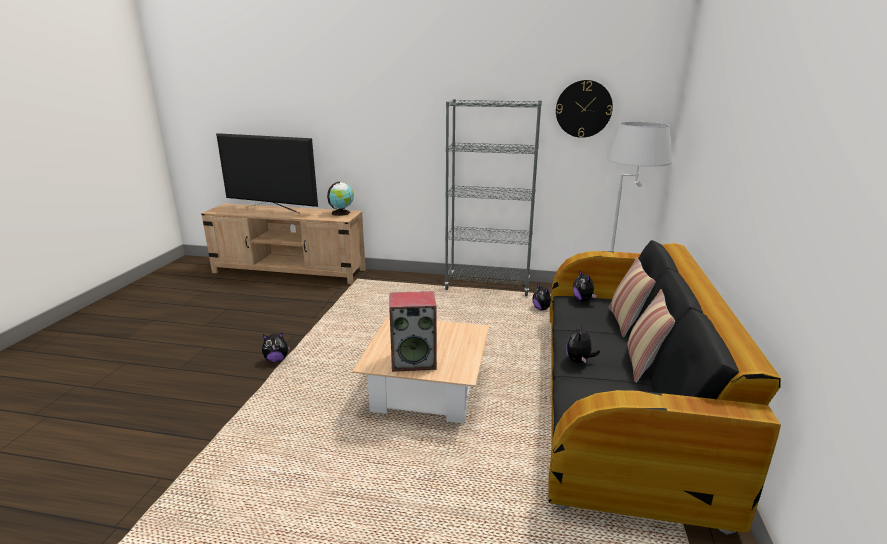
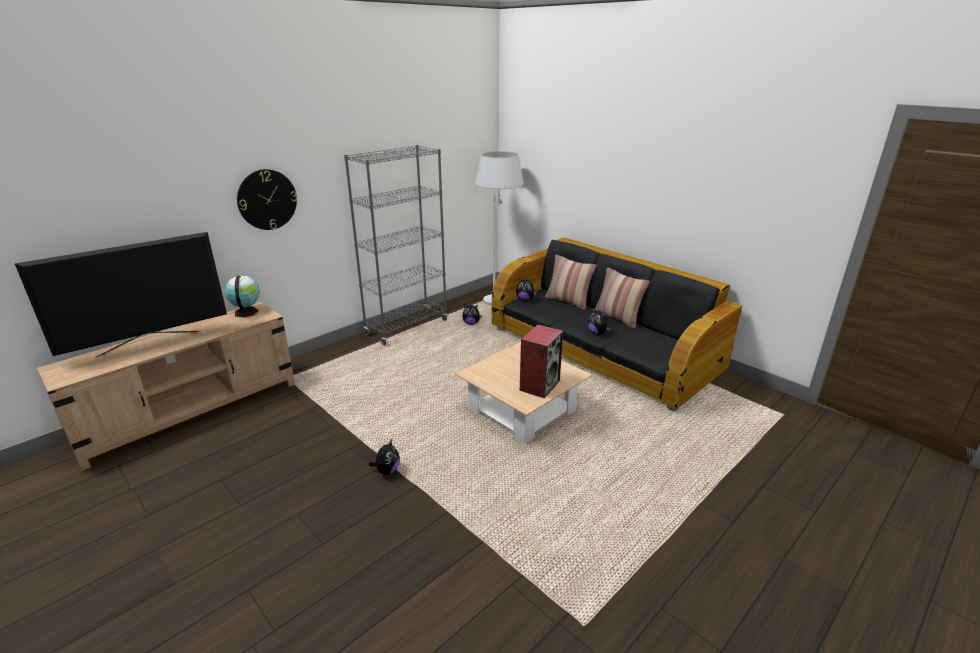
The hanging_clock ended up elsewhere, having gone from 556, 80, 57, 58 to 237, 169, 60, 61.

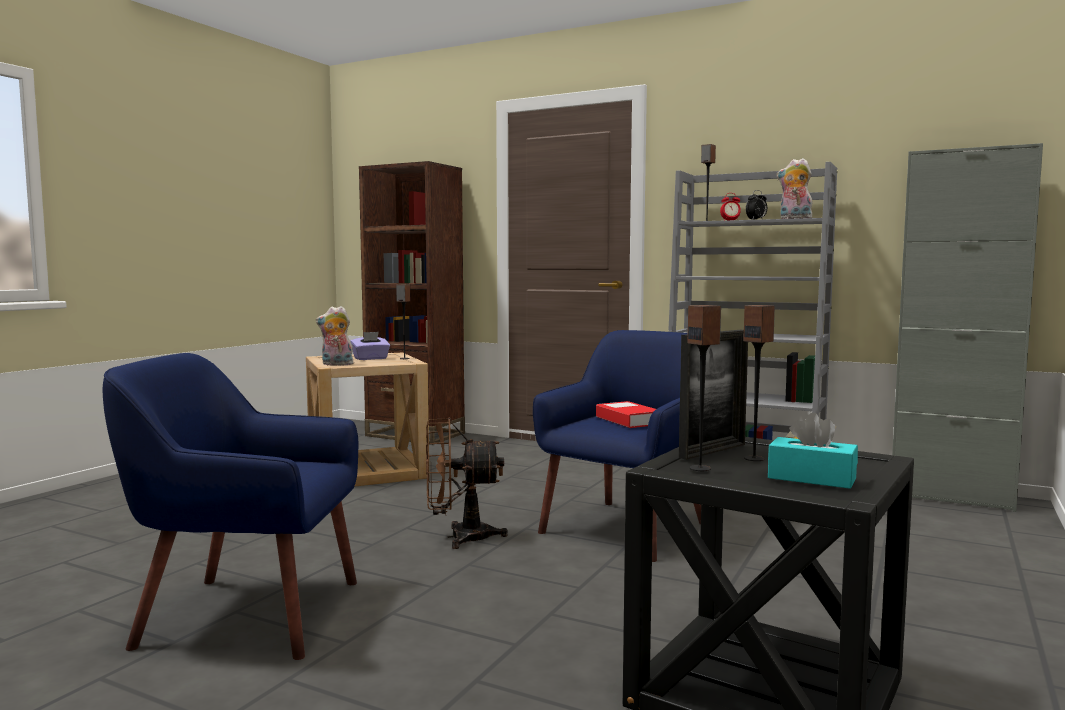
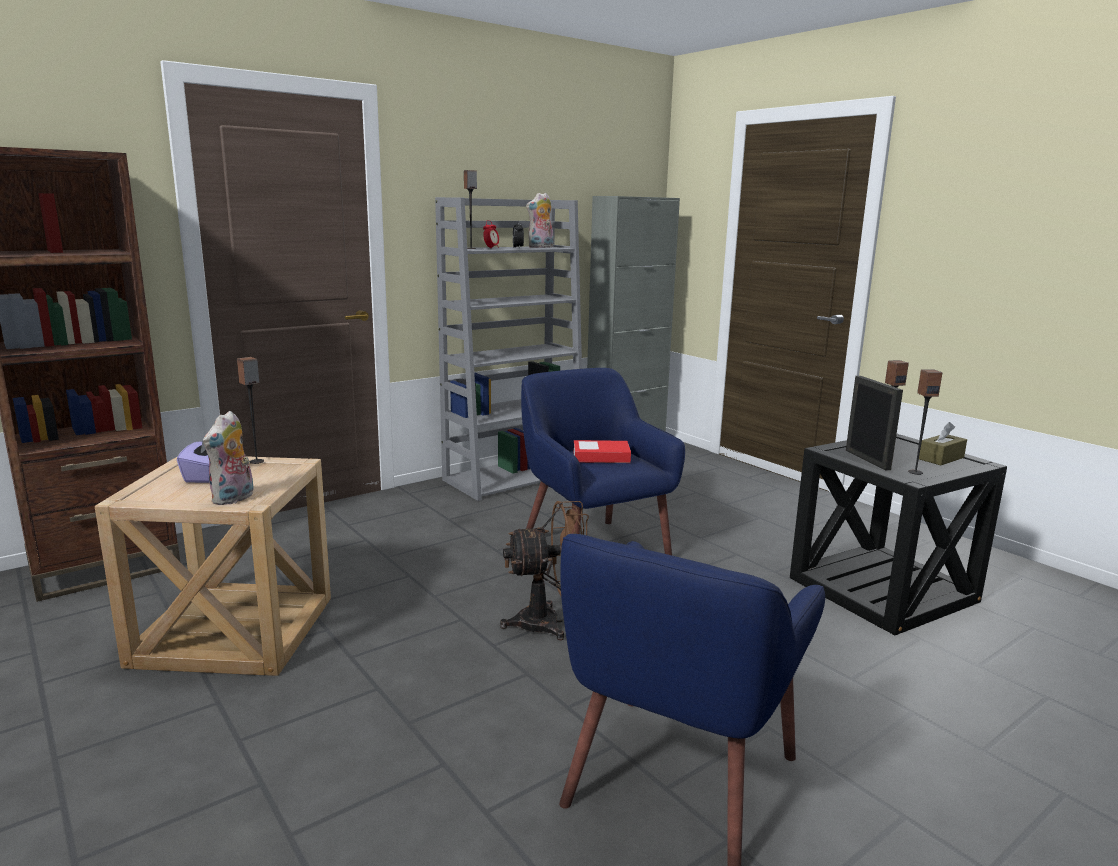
What was the turquoise_tissue_holder at 768, 412, 90, 77 turned into the brown-coloured_tissue_holder at 919, 422, 48, 43.
The brown-coloured_cooling_fan at 426, 417, 82, 132 ended up facing another way, 120 degrees counterclockwise from before.

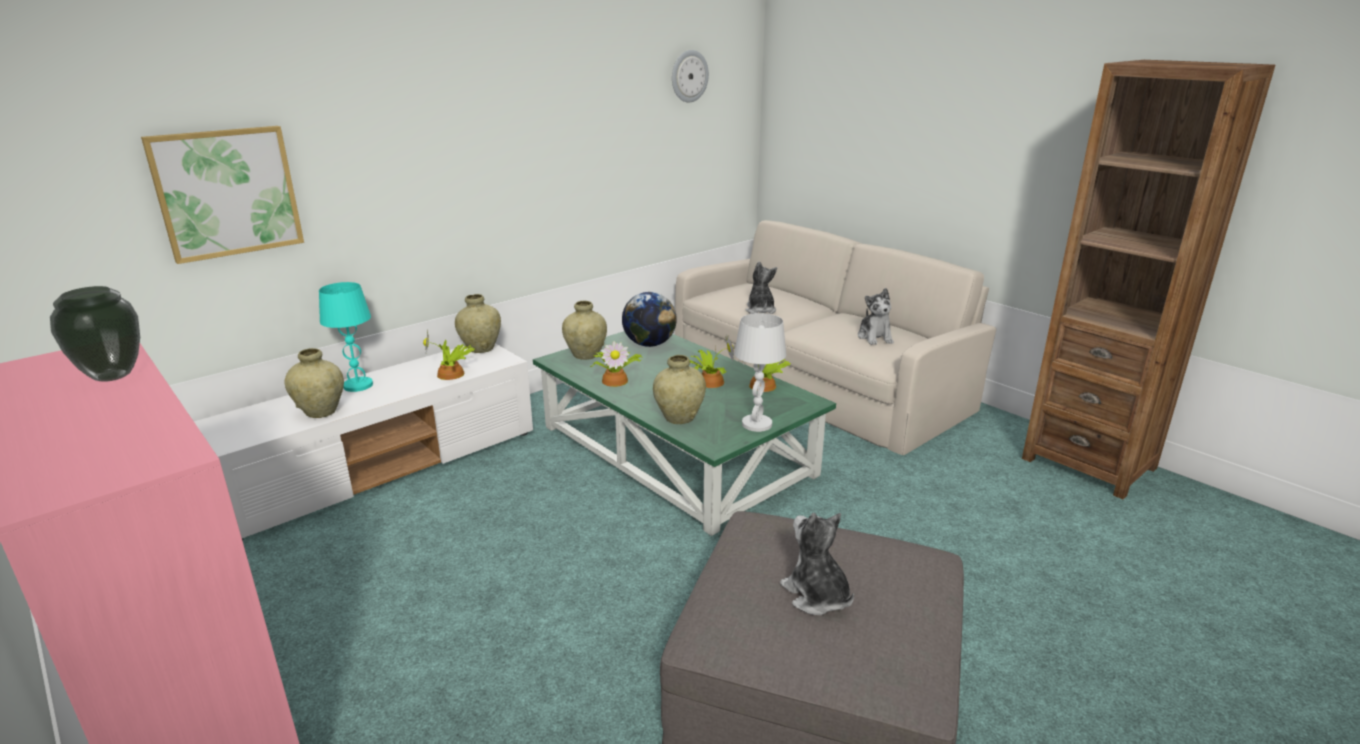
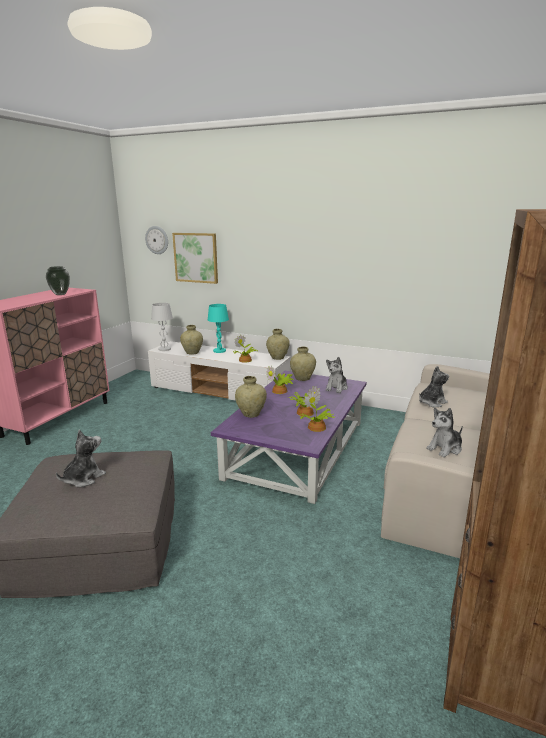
The hanging_clock ended up elsewhere, having gone from 672, 50, 37, 52 to 145, 226, 23, 28.
Where the world_globe stood at 622, 292, 55, 55, the plush_toy came to stand at 325, 357, 23, 36.
The white-coloured_tabletop_lamp ended up elsewhere, having gone from 734, 313, 52, 119 to 151, 303, 22, 48.
What was the green-coloured_lounge_table at 533, 331, 303, 205 turned into the purple_lounge_table at 211, 371, 156, 133.

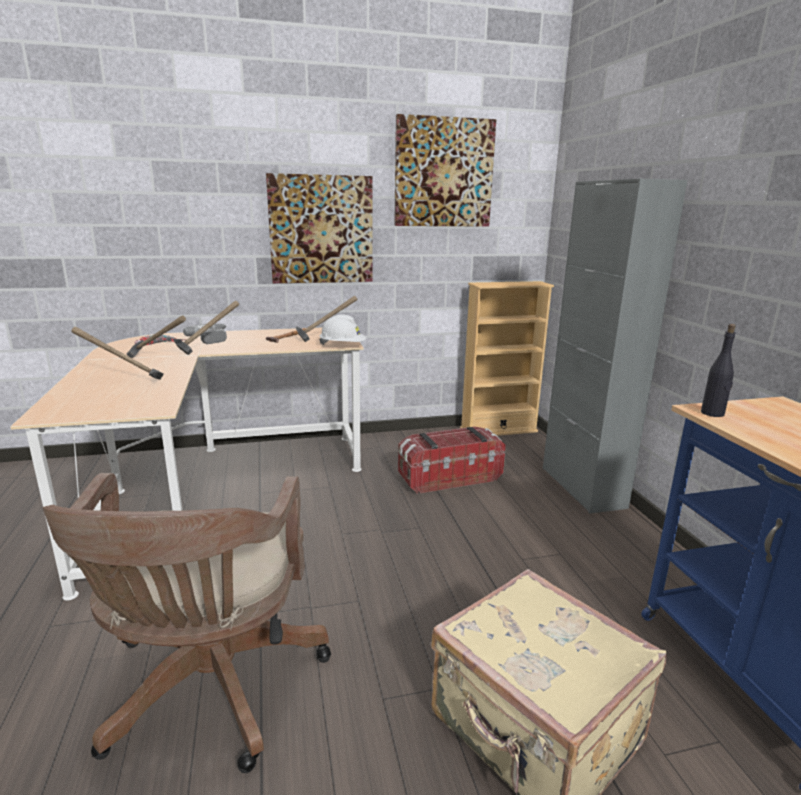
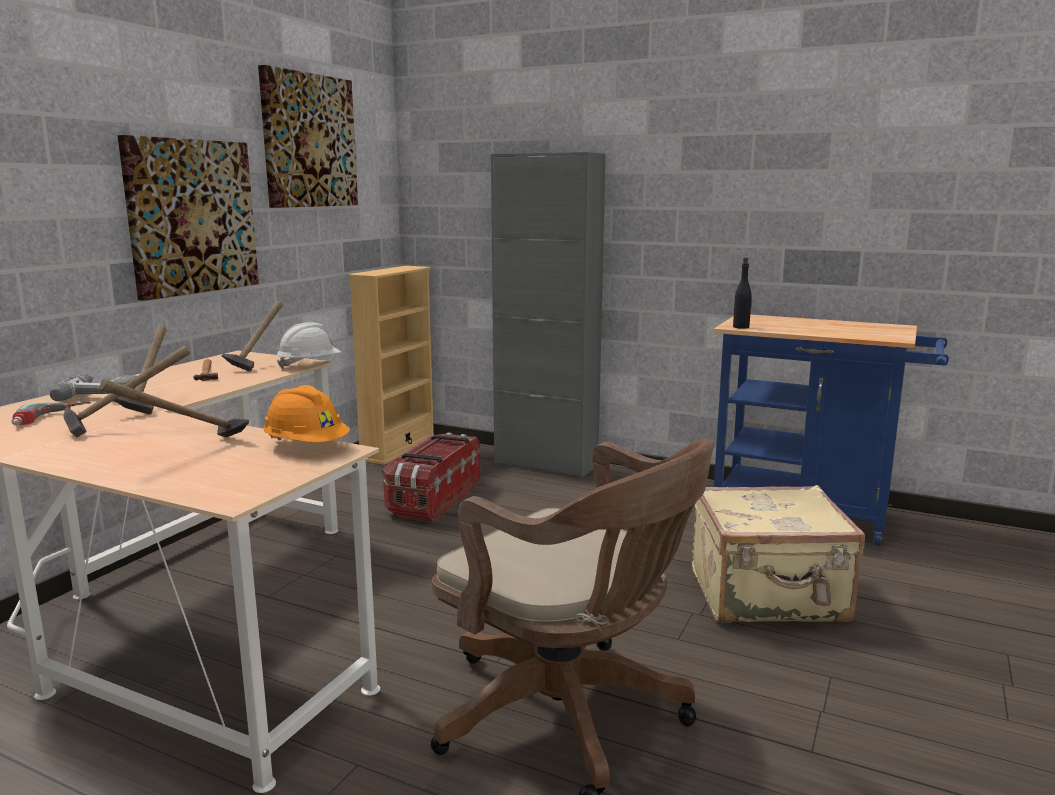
The second view gained the orangey_safety_helmet at 263, 385, 87, 58.

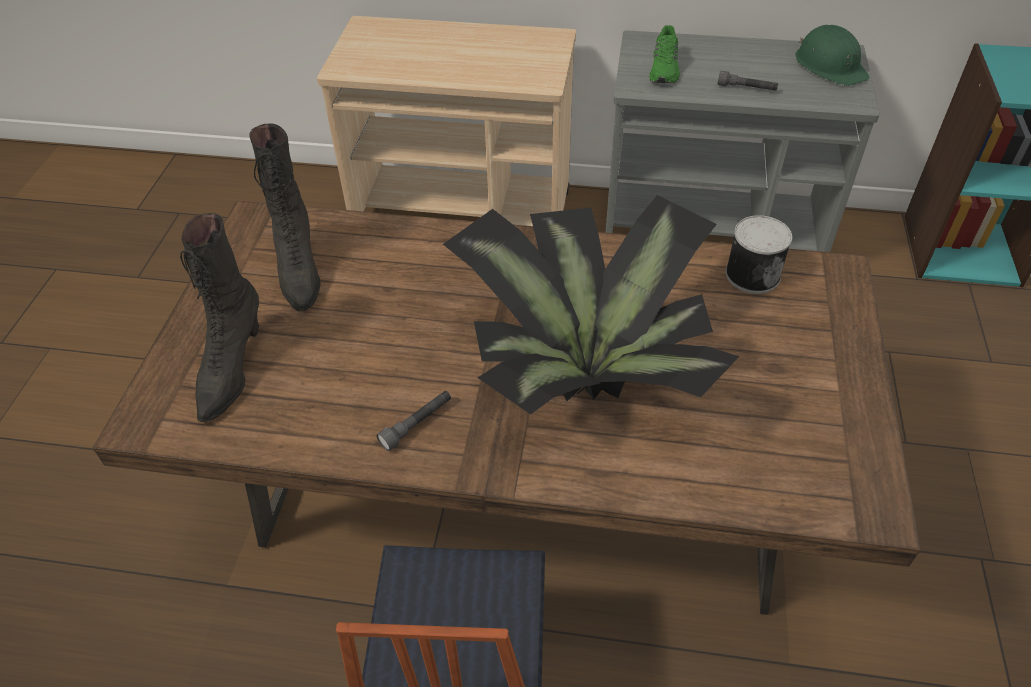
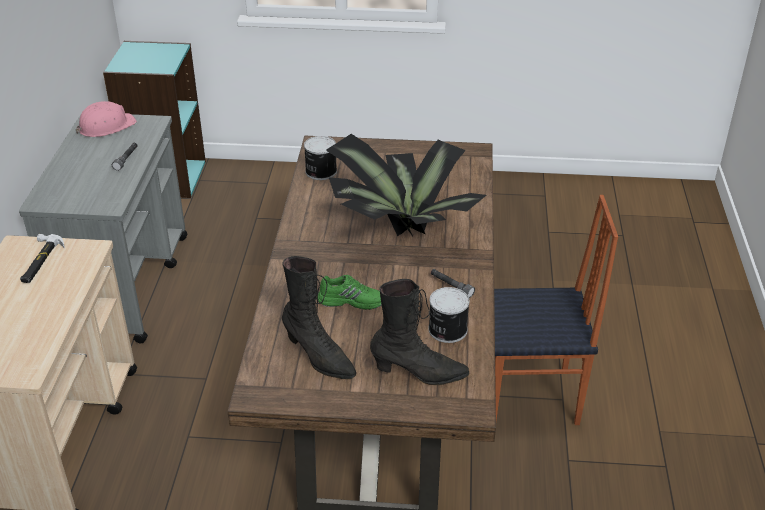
The green-coloured_low_shoe ended up elsewhere, having gone from 649, 25, 31, 58 to 318, 275, 63, 35.
What was the green-coloured_safety_helmet at 795, 25, 75, 61 turned into the pink-coloured_safety_helmet at 75, 101, 62, 36.
The black-coloured_high-top_boot at 249, 123, 72, 189 ended up facing another way, 60 degrees clockwise from before.
The second view gained the hammer at 20, 234, 45, 49.
The second view gained the sealed_can at 428, 287, 42, 56.

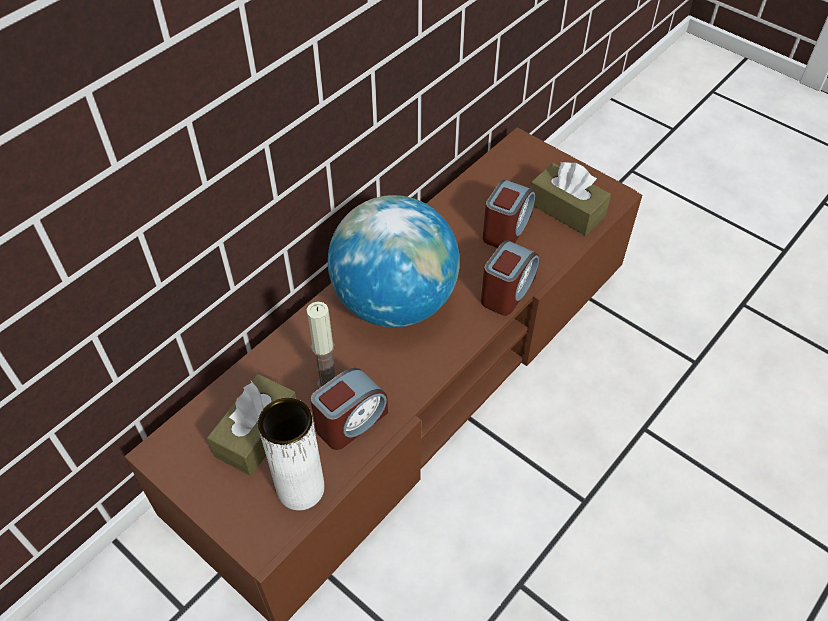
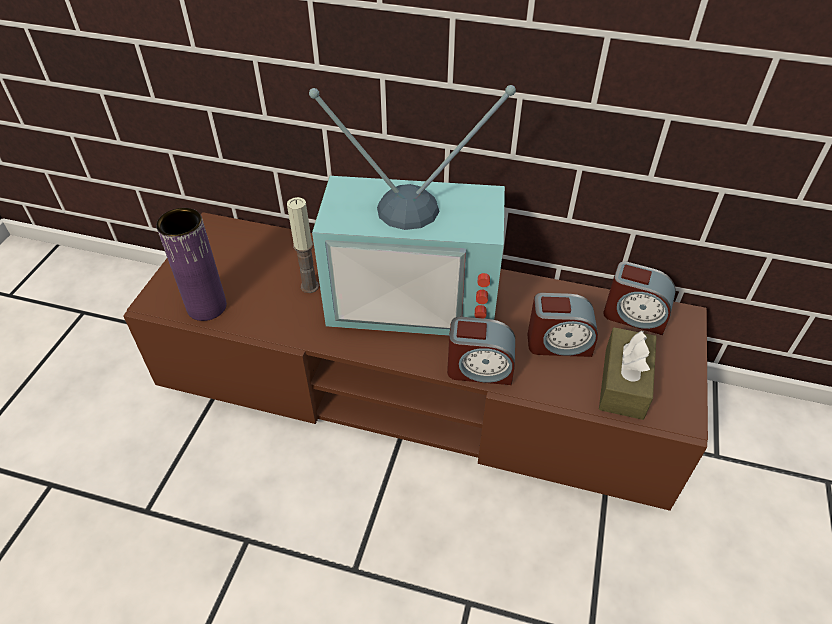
Where the world_globe stood at 328, 195, 132, 132, the TV came to stand at 309, 85, 207, 251.
The table_clock ended up elsewhere, having gone from 311, 368, 77, 82 to 603, 262, 73, 73.
The second view lost the brown-coloured_tissue_holder at 207, 374, 89, 102.
What was the white-coloured_flower_vase at 258, 398, 67, 113 turned into the purple_flower_vase at 156, 208, 71, 113.

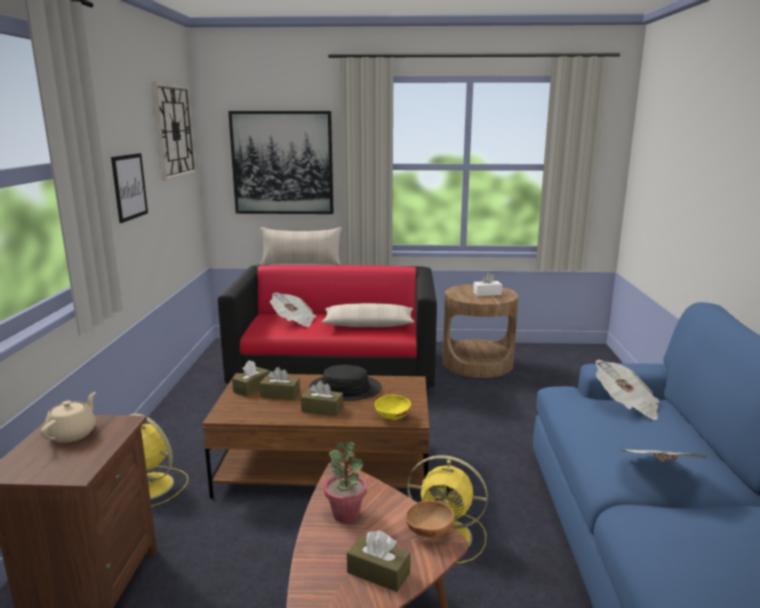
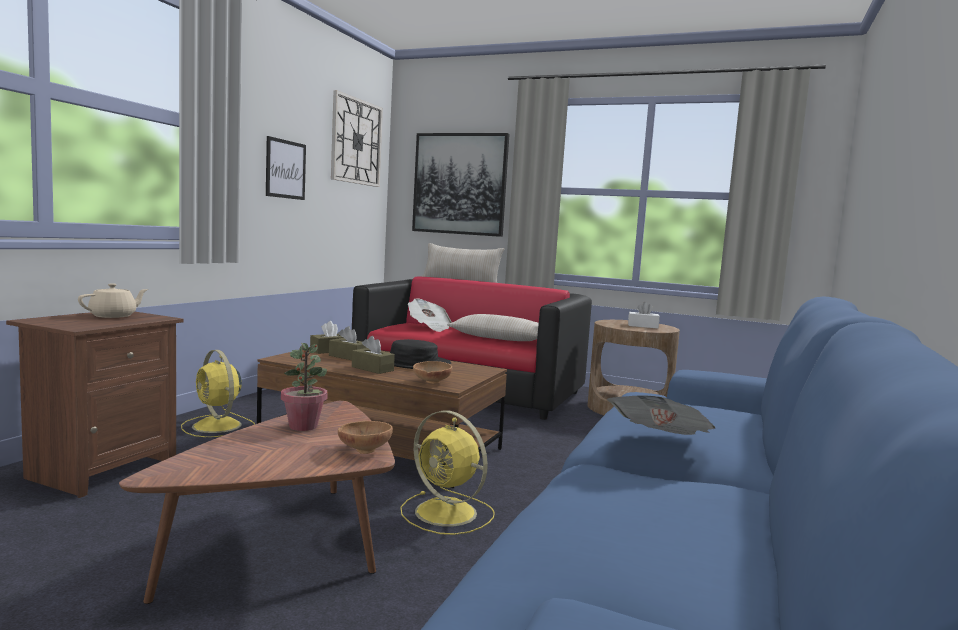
The second view lost the printed_paper at 596, 360, 63, 60.
What was the yellow_deep_dish at 375, 395, 36, 25 turned into the brown-coloured_deep_dish at 413, 361, 39, 23.
The second view lost the brown-coloured_tissue_holder at 347, 530, 64, 62.

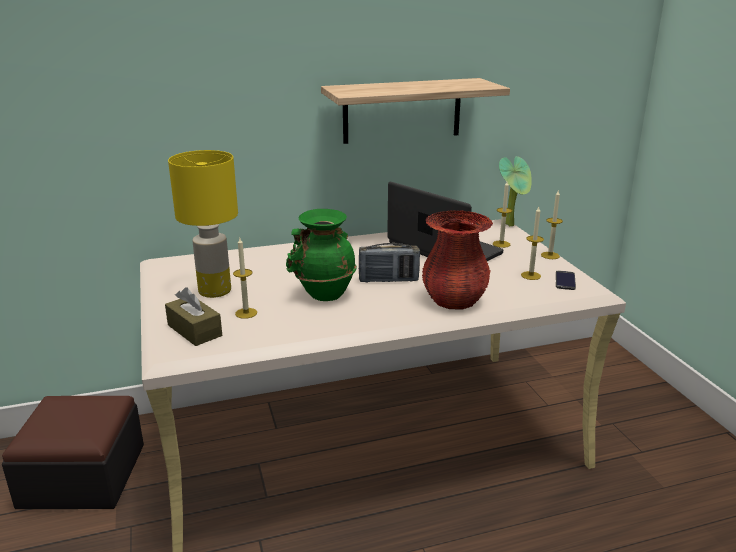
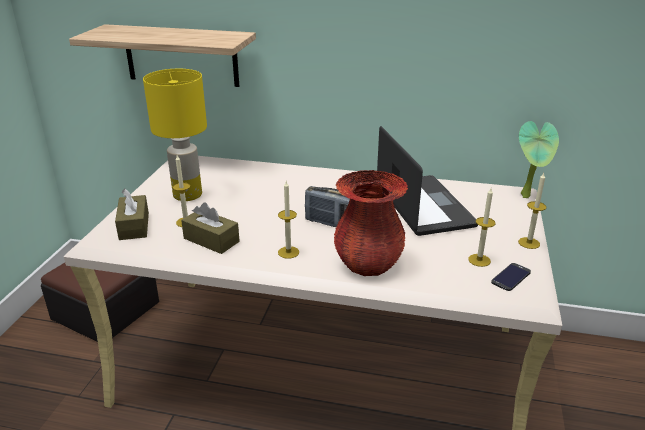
The bracket_shelf ended up elsewhere, having gone from 321, 78, 189, 66 to 69, 24, 187, 63.
The candle ended up elsewhere, having gone from 493, 182, 19, 66 to 278, 181, 21, 78.
The second view lost the green-coloured_flower_vase at 286, 209, 71, 92.
The second view gained the brown-coloured_tissue_holder at 181, 203, 59, 51.

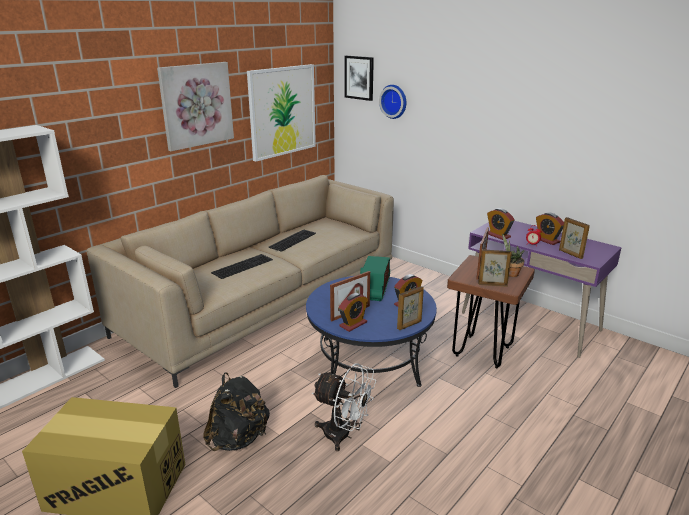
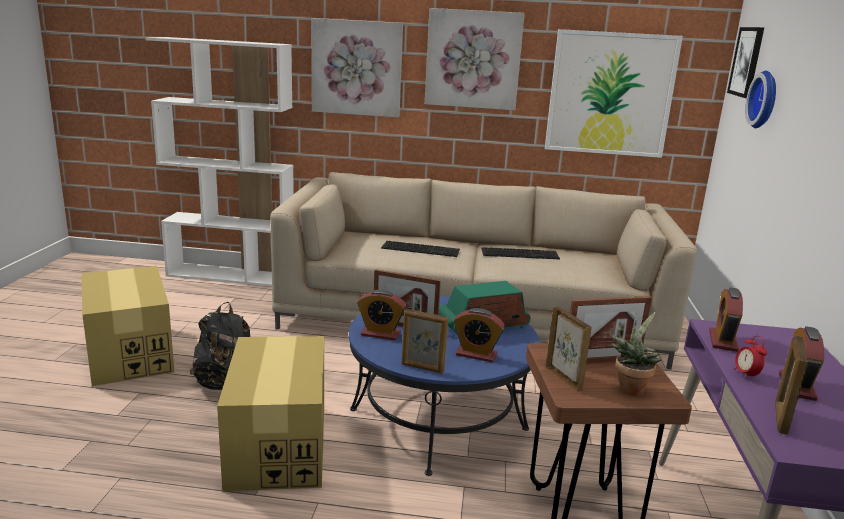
Where the white-coloured_cooling_fan stood at 312, 363, 64, 88, the packing_box came to stand at 217, 336, 107, 155.
The second view gained the wall_picture at 311, 18, 92, 100.

